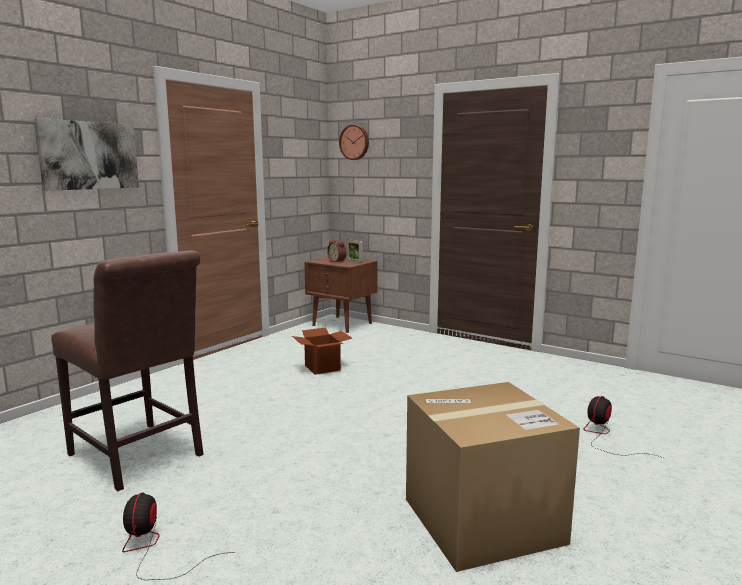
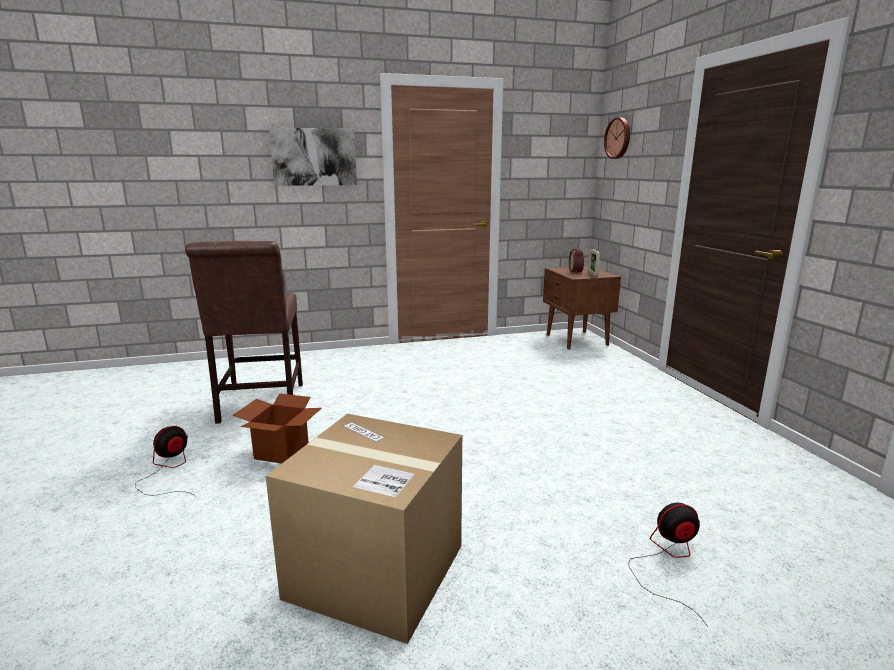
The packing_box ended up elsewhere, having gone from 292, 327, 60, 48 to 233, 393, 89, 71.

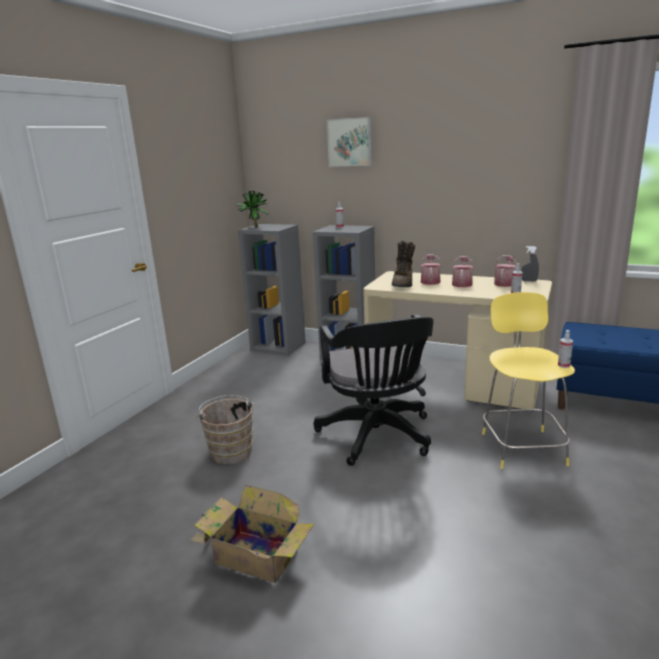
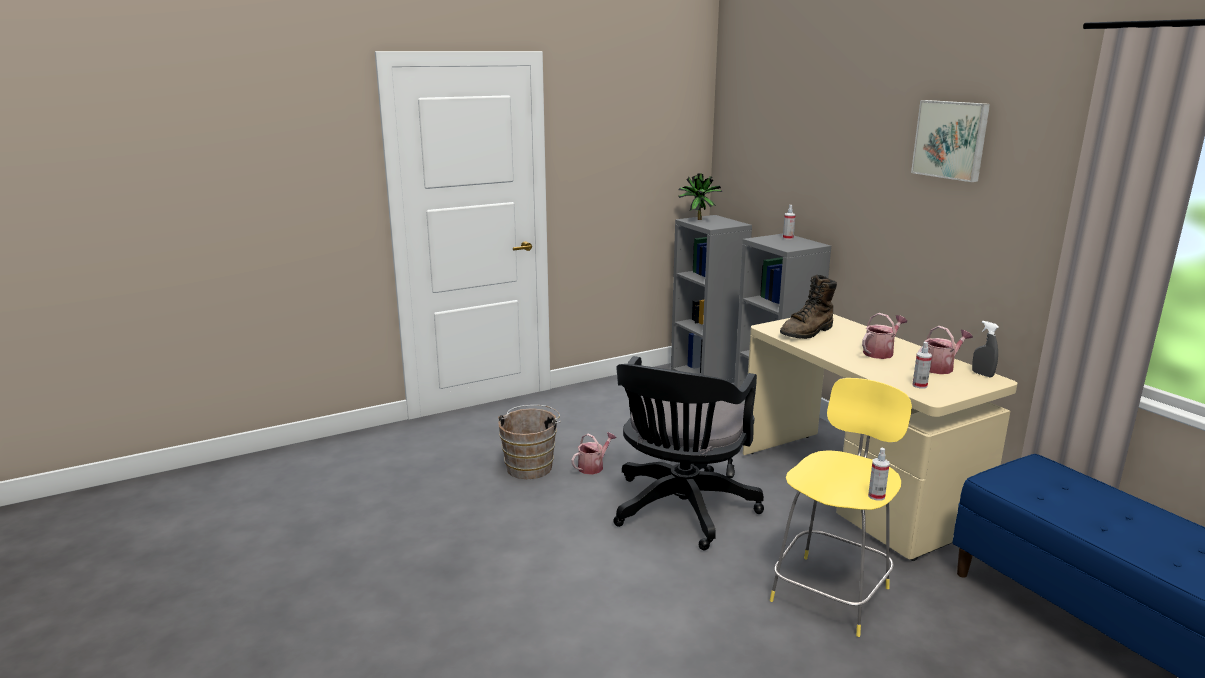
The wall_picture ended up elsewhere, having gone from 327, 117, 45, 50 to 911, 100, 79, 82.
The watering_can ended up elsewhere, having gone from 420, 254, 22, 31 to 571, 432, 46, 43.
The second view lost the packing_box at 190, 485, 124, 98.

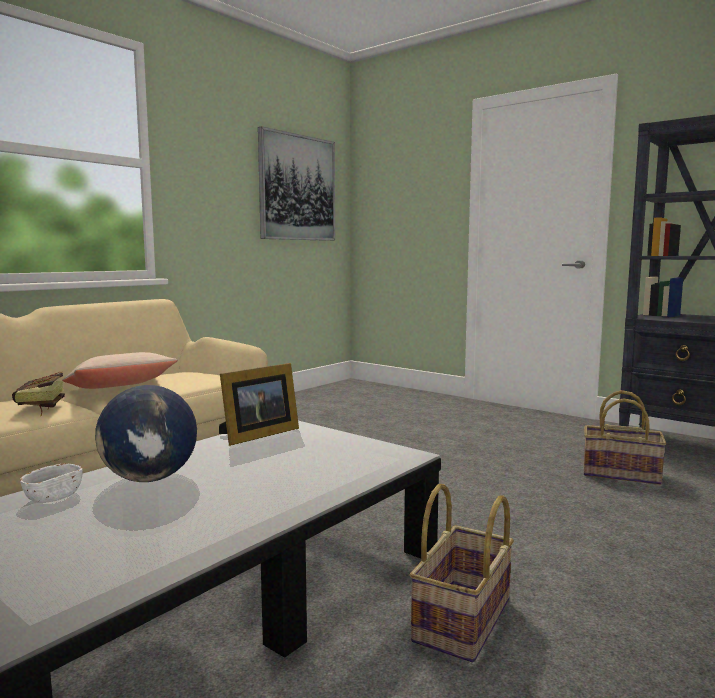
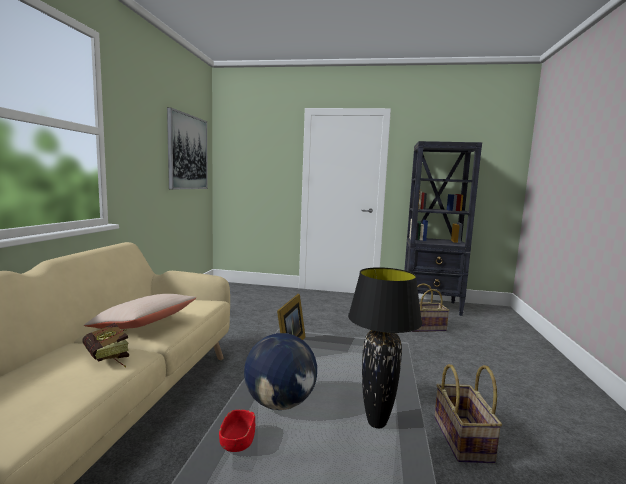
What was the white-coloured_deep_dish at 20, 463, 63, 40 turned into the reddish_deep_dish at 219, 410, 36, 42.
The second view gained the black-coloured_tabletop_lamp at 348, 267, 74, 161.

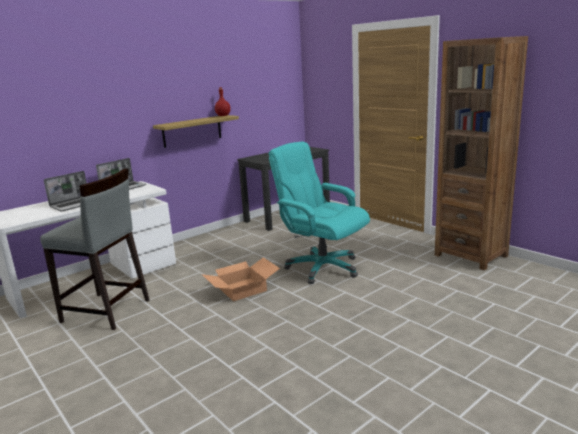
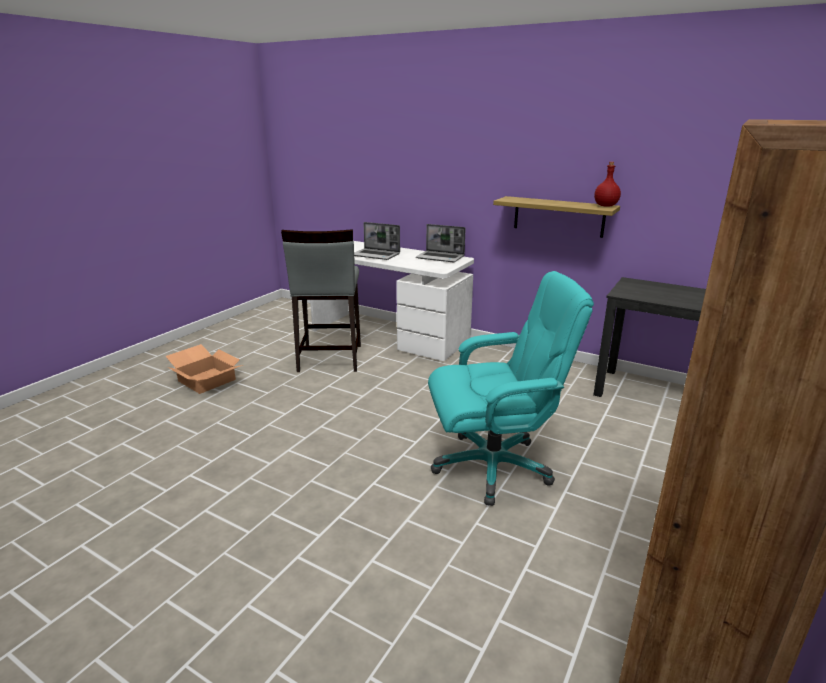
The turquoise_computer_chair at 269, 141, 101, 143 ended up facing another way, 60 degrees clockwise from before.
The packing_box ended up elsewhere, having gone from 202, 257, 78, 44 to 166, 344, 77, 50.

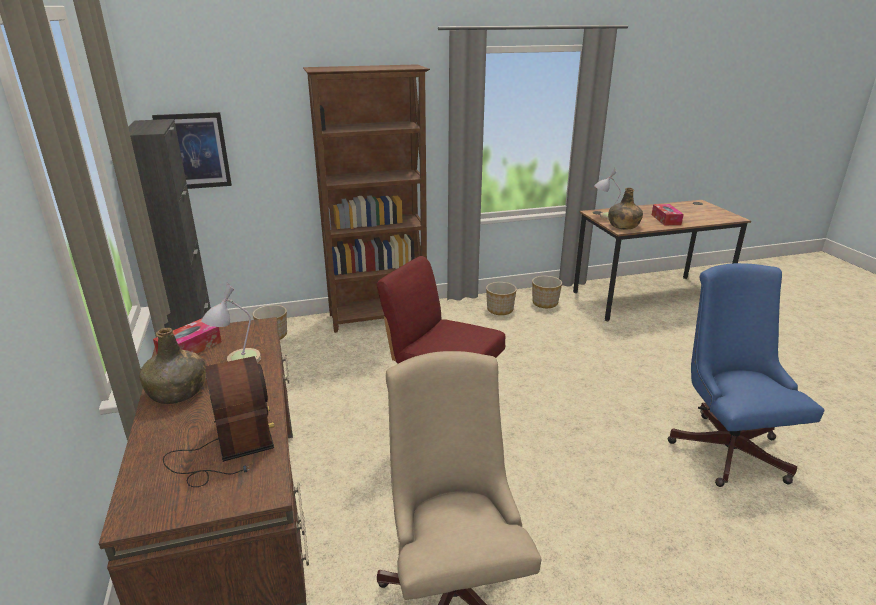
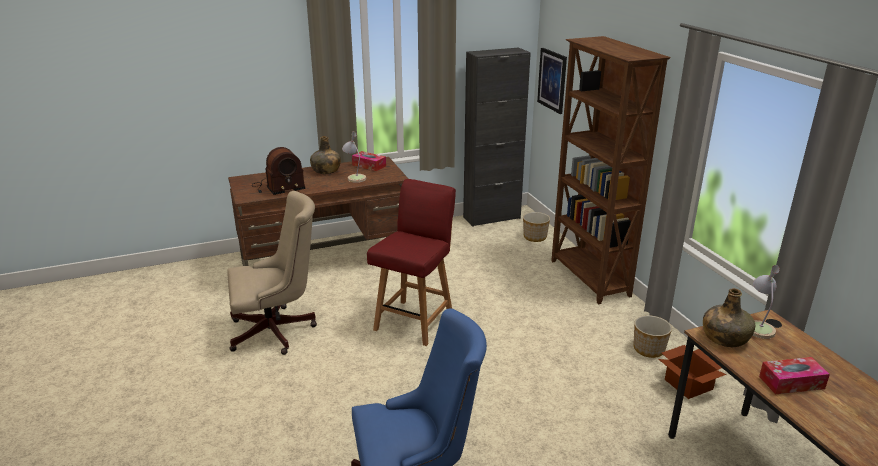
Where the flower_pot stood at 532, 276, 30, 32, the packing_box came to stand at 658, 345, 68, 54.

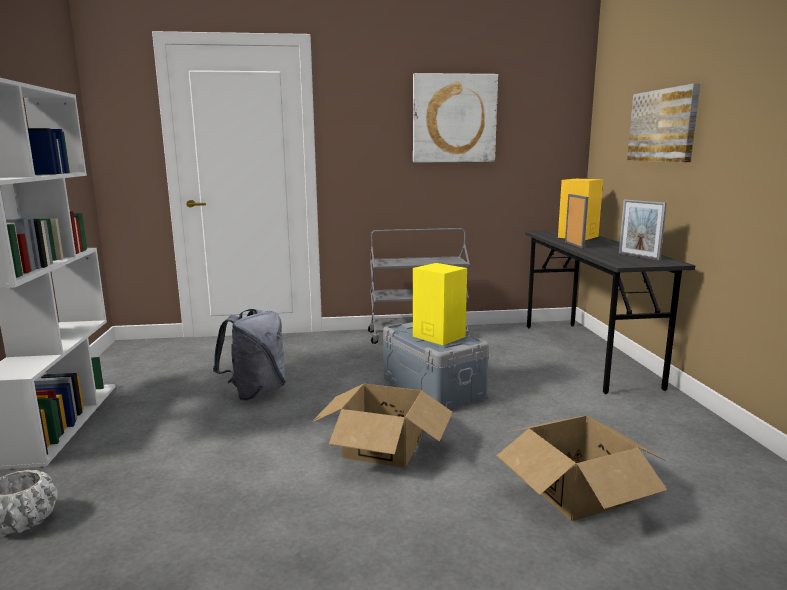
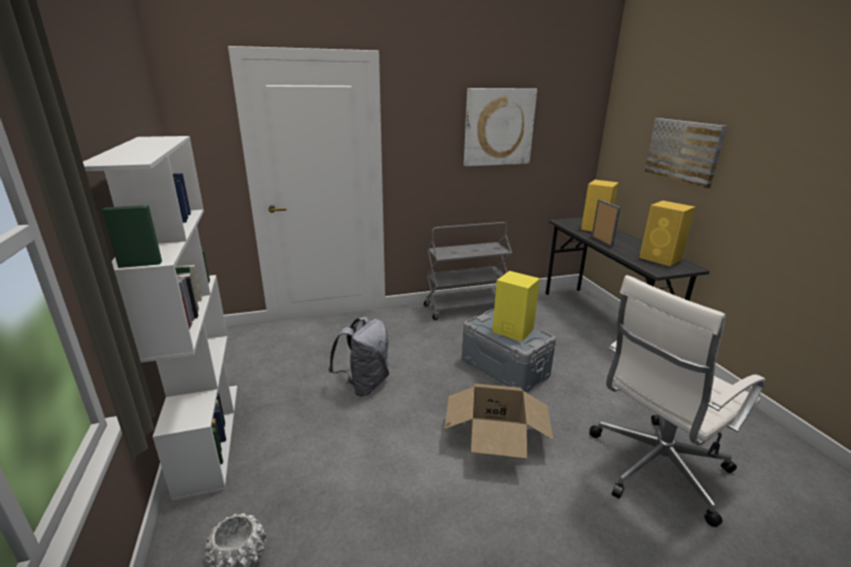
Where the standing_frame stood at 619, 199, 48, 61, the yellow_loudspeaker came to stand at 639, 201, 56, 65.
Where the packing_box stood at 497, 416, 170, 105, the white-coloured_computer_chair came to stand at 589, 275, 176, 253.

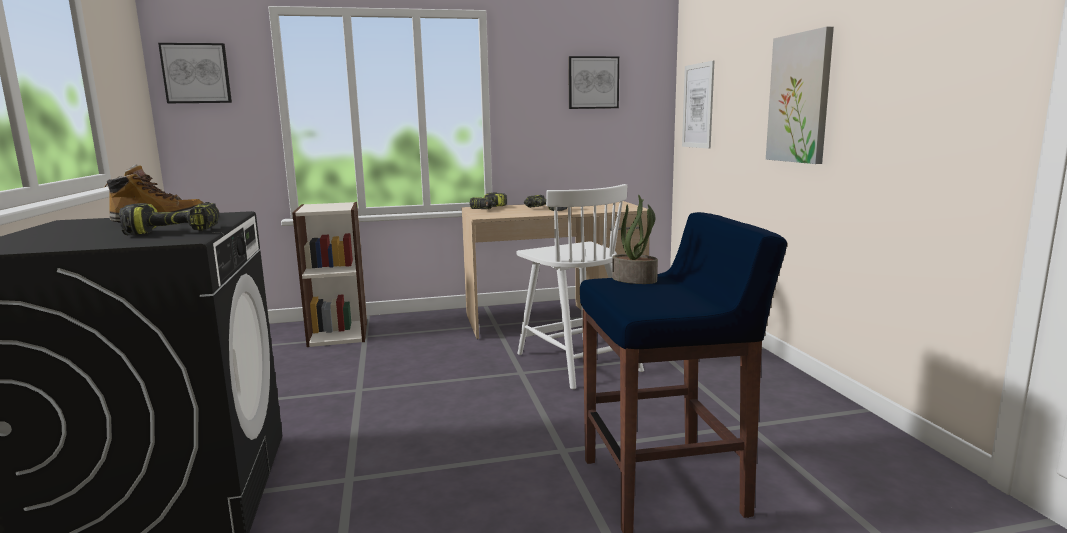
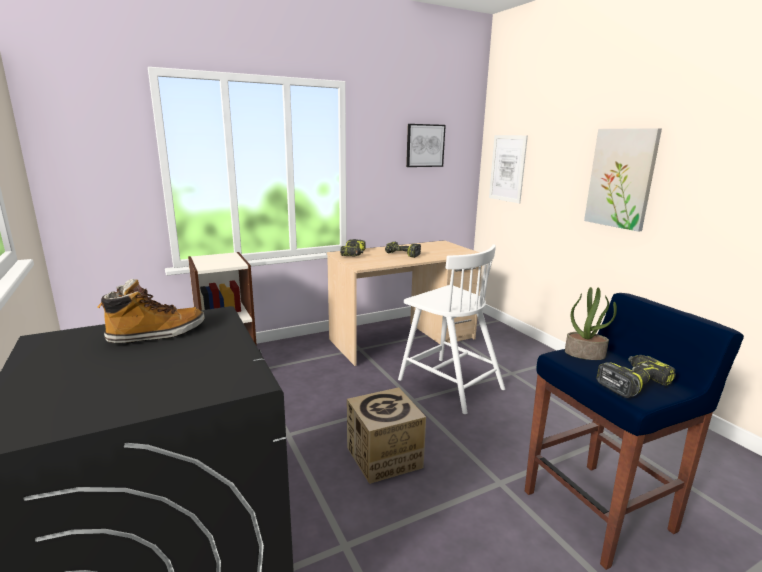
The second view lost the wall_picture at 158, 43, 74, 60.
The power_drill ended up elsewhere, having gone from 119, 202, 100, 34 to 596, 355, 80, 43.
The second view gained the packing_box at 347, 387, 79, 97.

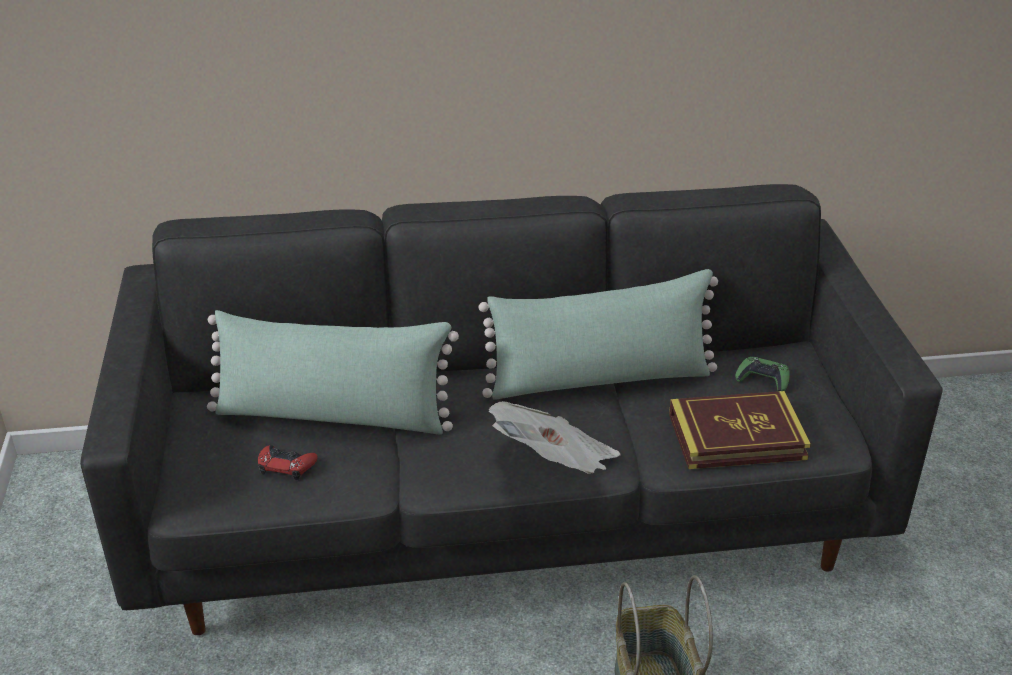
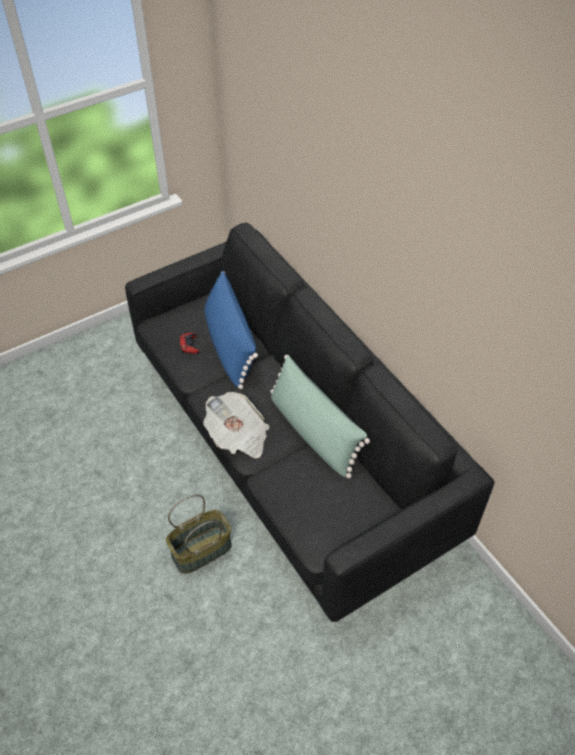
What was the green-coloured_throw_pillow at 207, 310, 252, 125 turned into the bluish_throw_pillow at 204, 271, 54, 118.
The second view lost the green-coloured_game_controller at 735, 356, 55, 35.
The second view lost the bound_book at 669, 391, 142, 78.

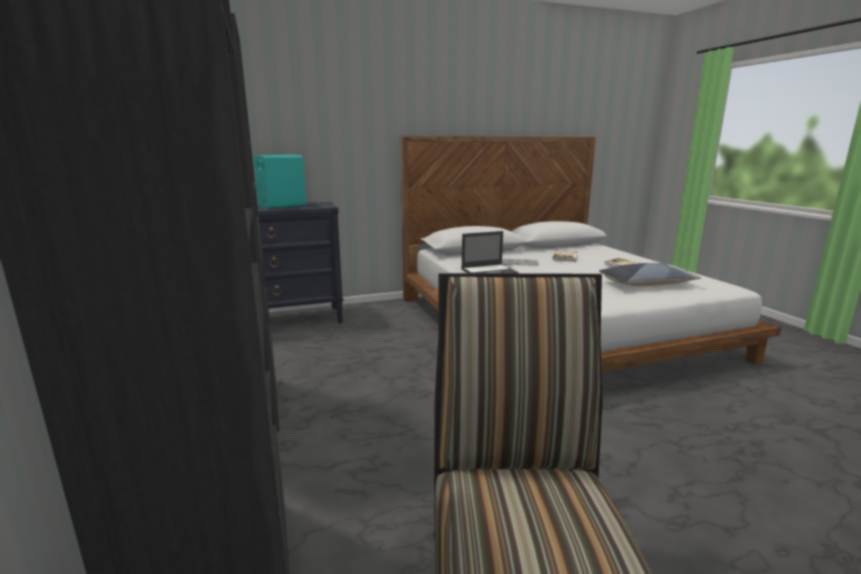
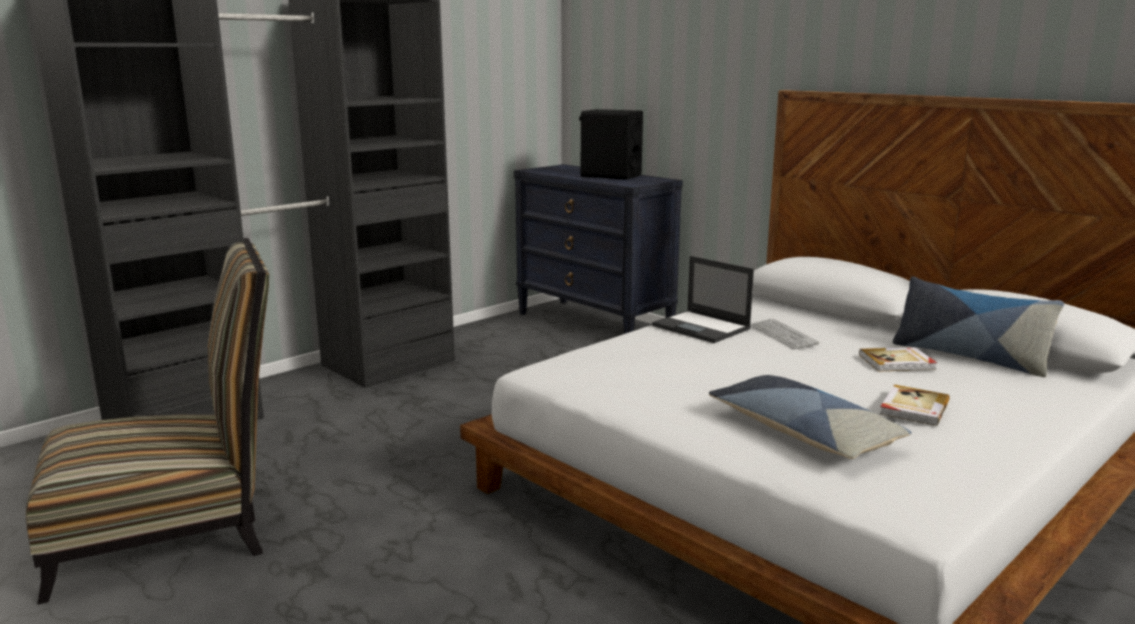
What was the turquoise_loudspeaker at 253, 155, 53, 54 turned into the black-coloured_loudspeaker at 579, 109, 64, 71.
The second view gained the throw_pillow at 893, 276, 171, 101.

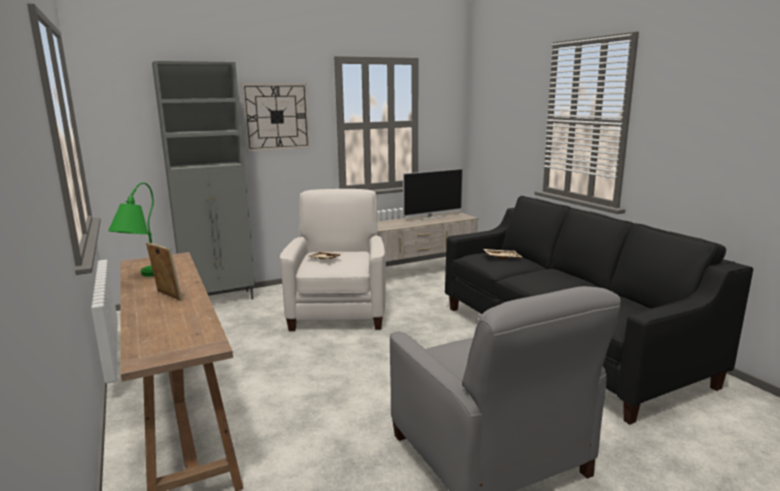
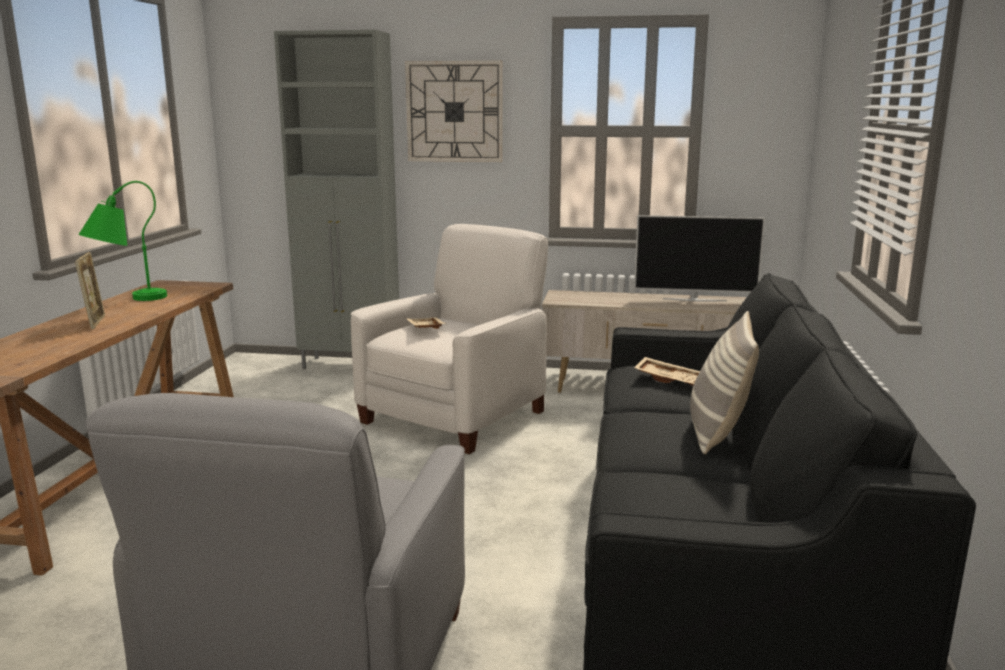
The second view gained the throw_pillow at 690, 311, 69, 144.

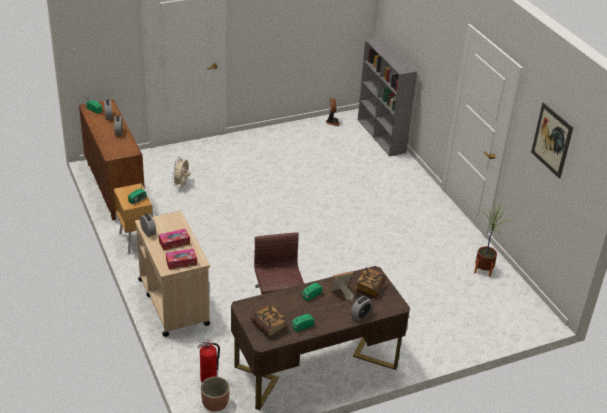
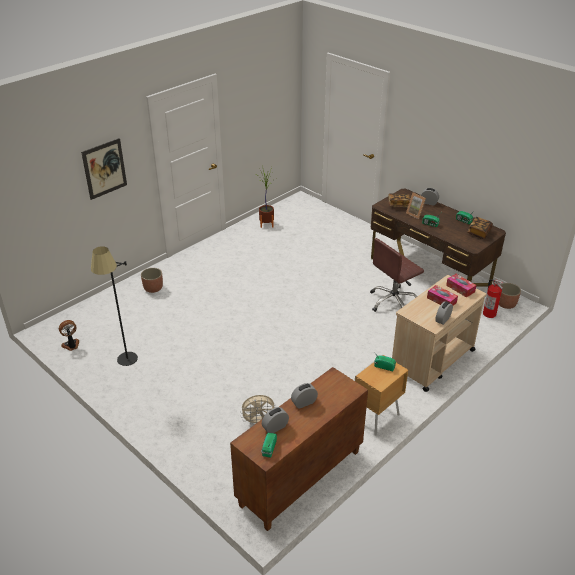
The second view lost the grey_bookshelf at 358, 38, 59, 118.
The wall_picture ended up elsewhere, having gone from 531, 102, 42, 77 to 81, 138, 46, 62.
The second view gained the black-coloured_standing_lamp at 91, 246, 47, 120.
The second view gained the flower_pot at 141, 268, 22, 25.

